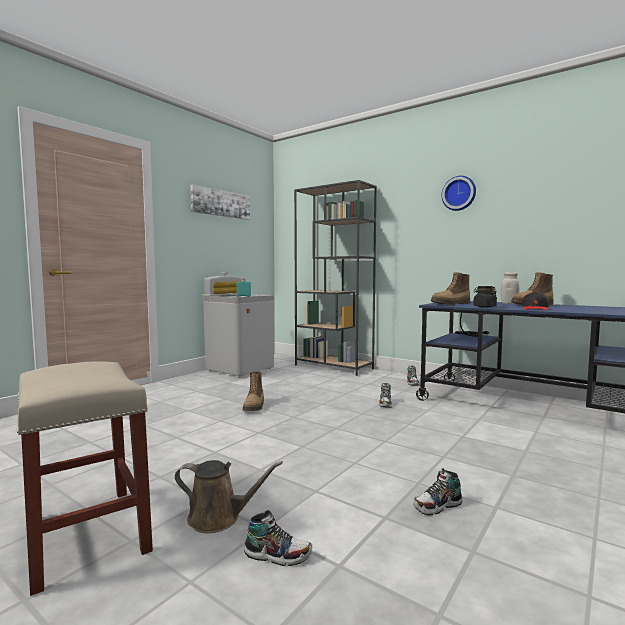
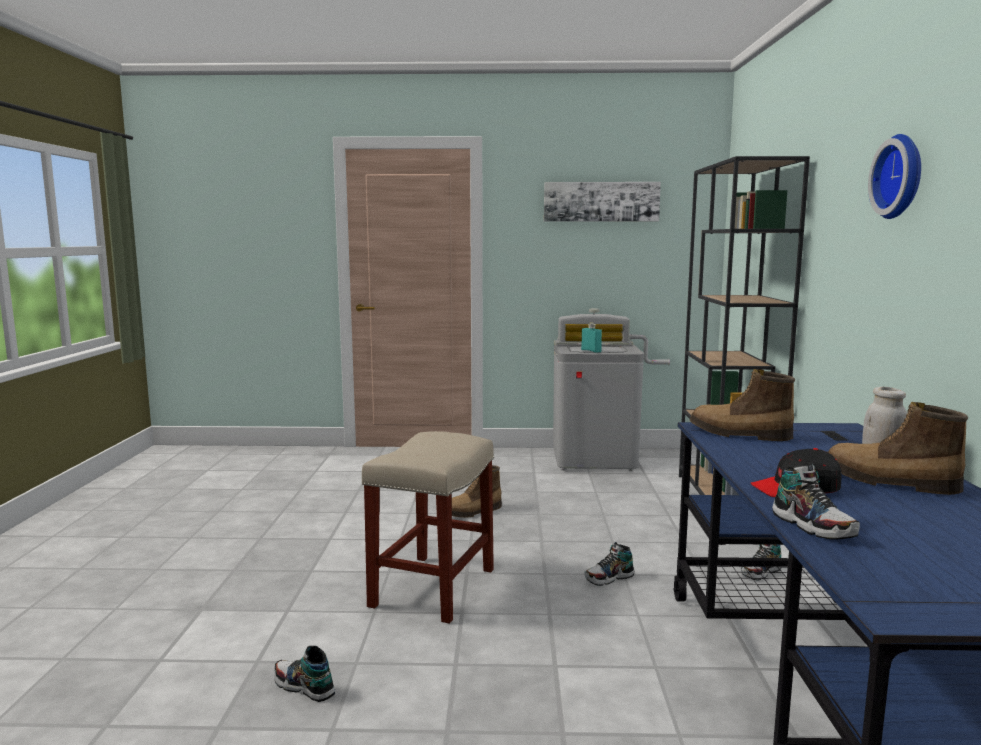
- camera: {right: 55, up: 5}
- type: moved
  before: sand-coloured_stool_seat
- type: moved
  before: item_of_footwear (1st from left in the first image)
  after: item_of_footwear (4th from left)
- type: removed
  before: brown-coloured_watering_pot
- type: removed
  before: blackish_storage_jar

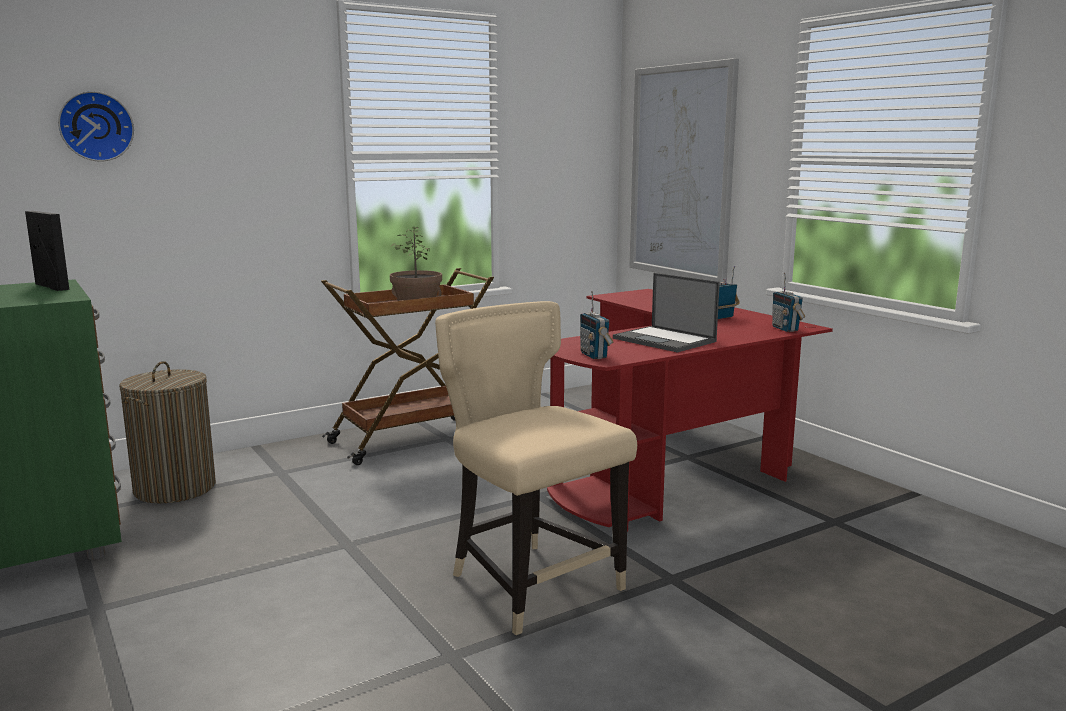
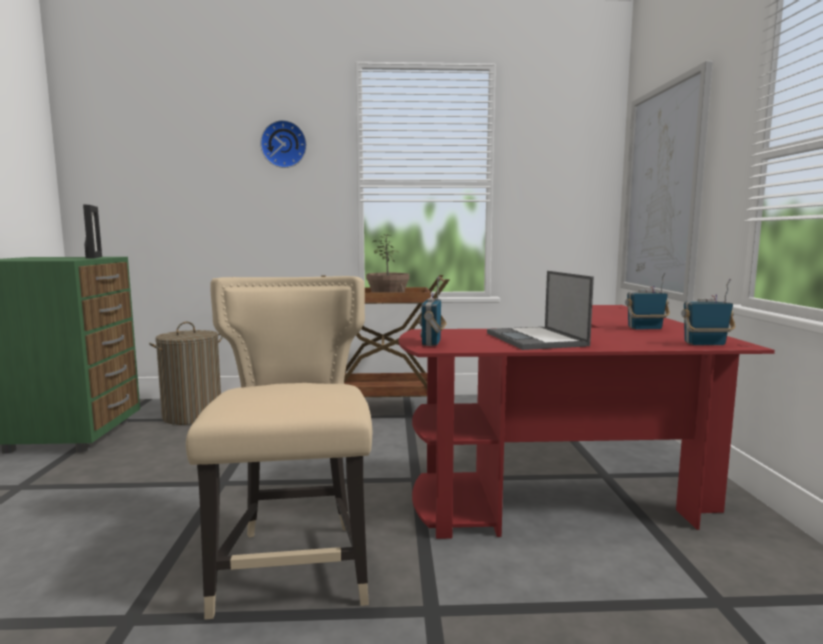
- camera: {right: 30, up: -5}
- type: moved
  before: wall_clock
- type: turned
  before: radio_set (3rd from left)
  turn: 75

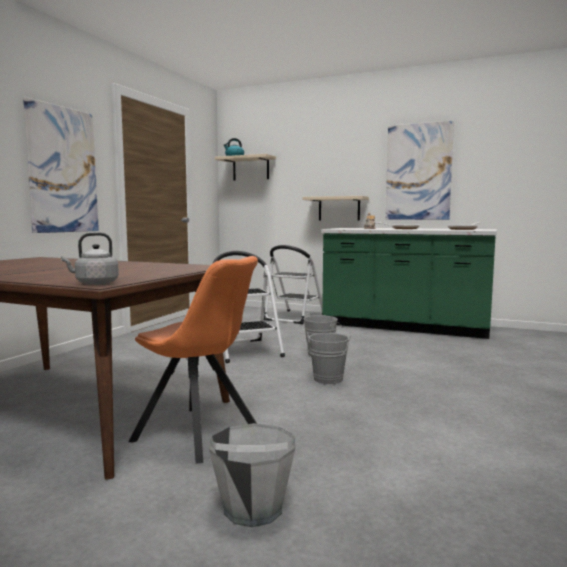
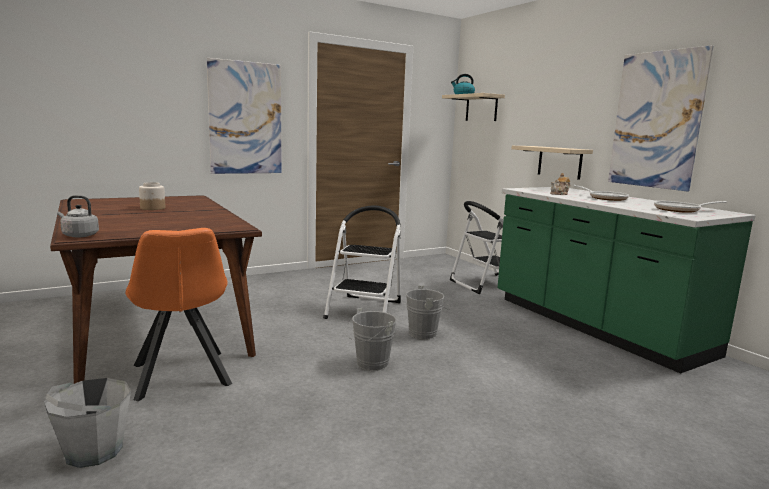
- camera: {right: 35, up: 5}
- type: added
  after: storage_jar

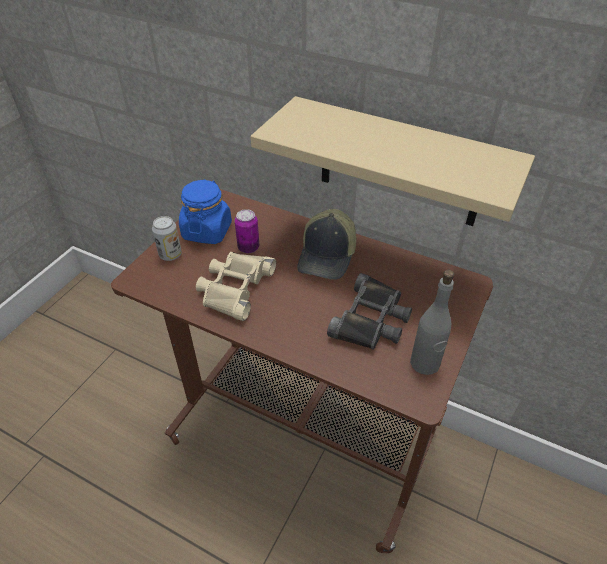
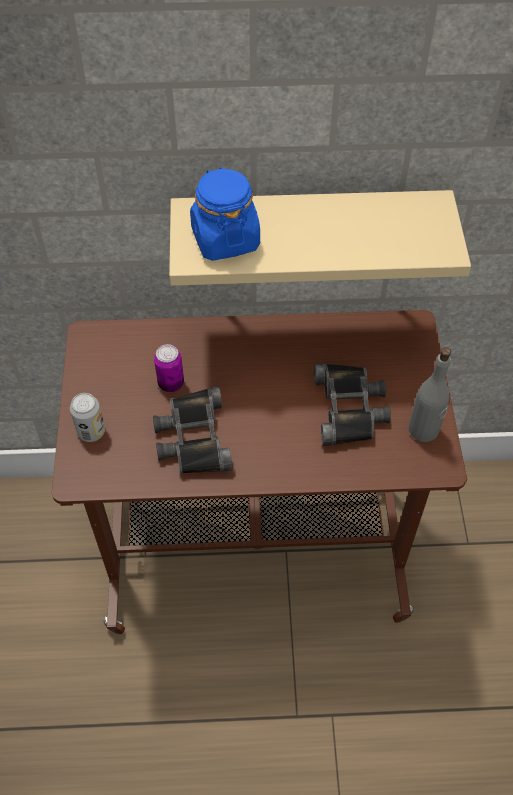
- camera: {right: -30, up: 10}
- type: recoloured
  before: sand-coloured_field_glasses
  after: blackish_field_glasses (1st from left)
- type: moved
  before: bluish_storage_jar
- type: removed
  before: peaked_cap

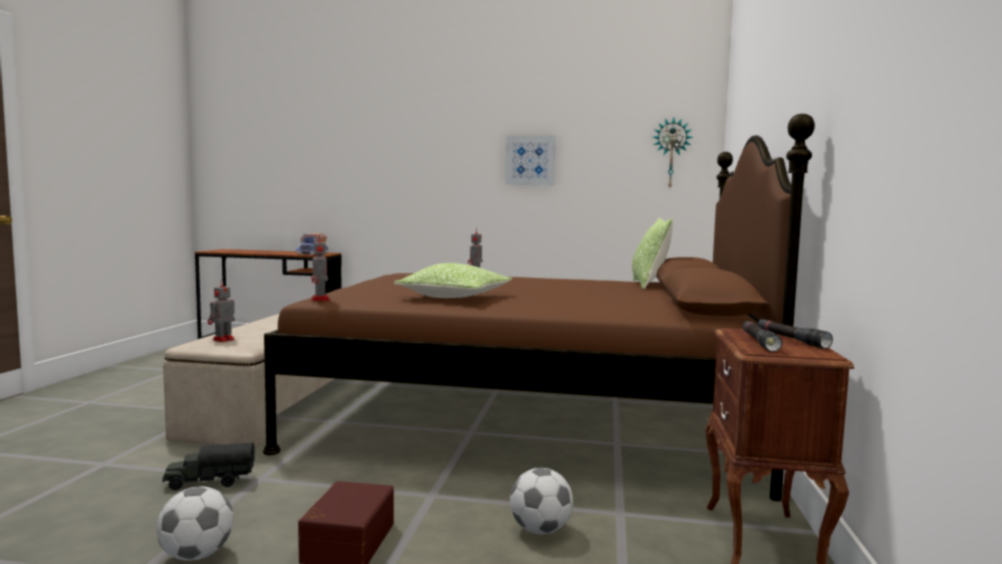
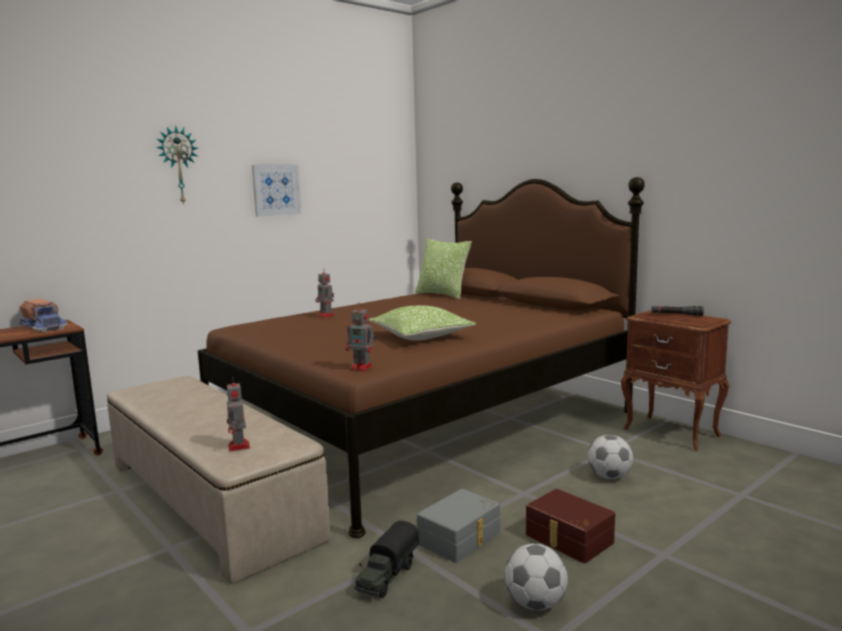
- camera: {right: -50, up: 5}
- type: moved
  before: wall_clock
- type: added
  after: greyish_storage_bin
- type: removed
  before: blackish_torch (1st from left)

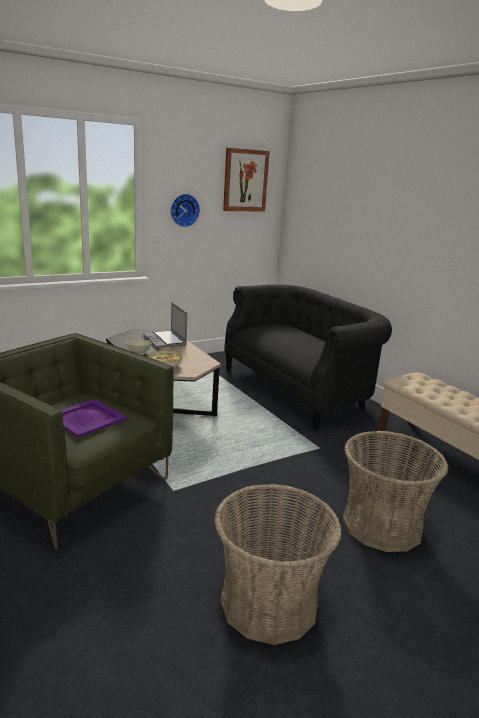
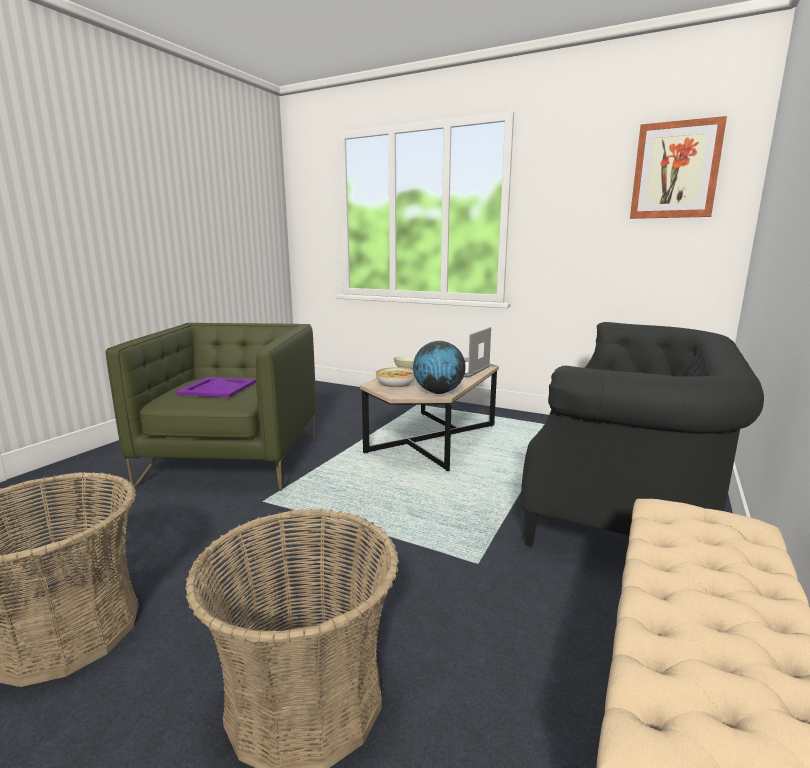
- camera: {right: 60, up: -5}
- type: added
  after: globe
- type: removed
  before: wall_clock

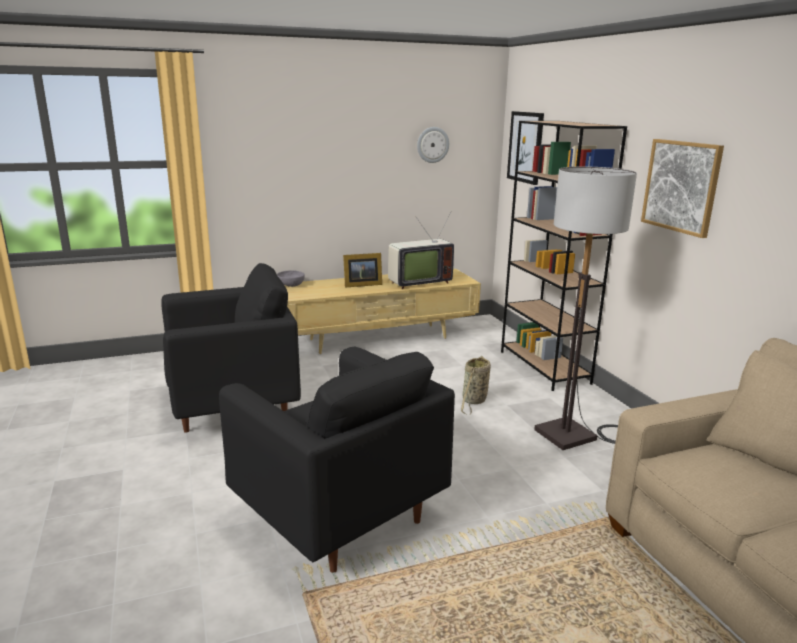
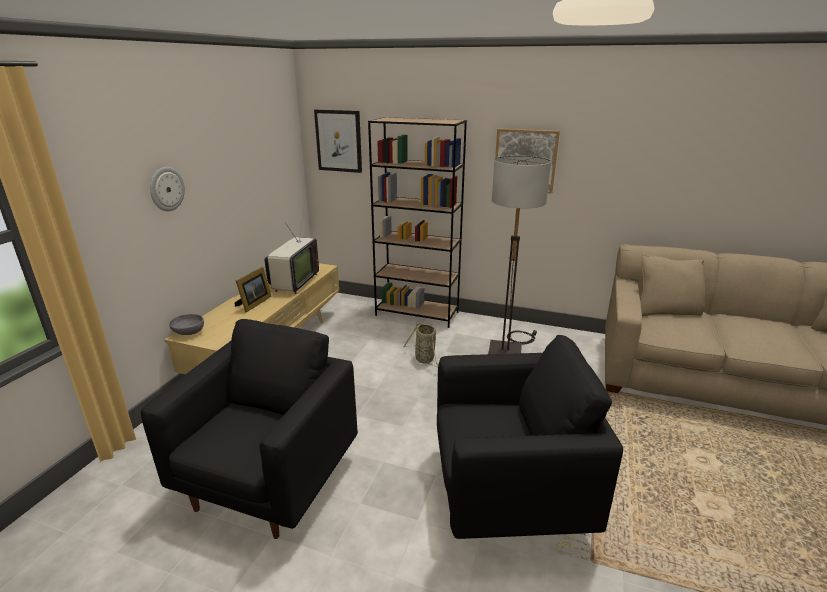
- camera: {right: -50, up: 5}
- type: moved
  before: wall_clock

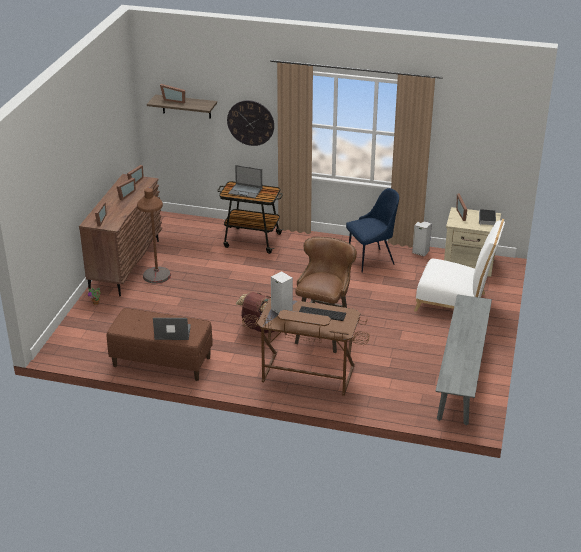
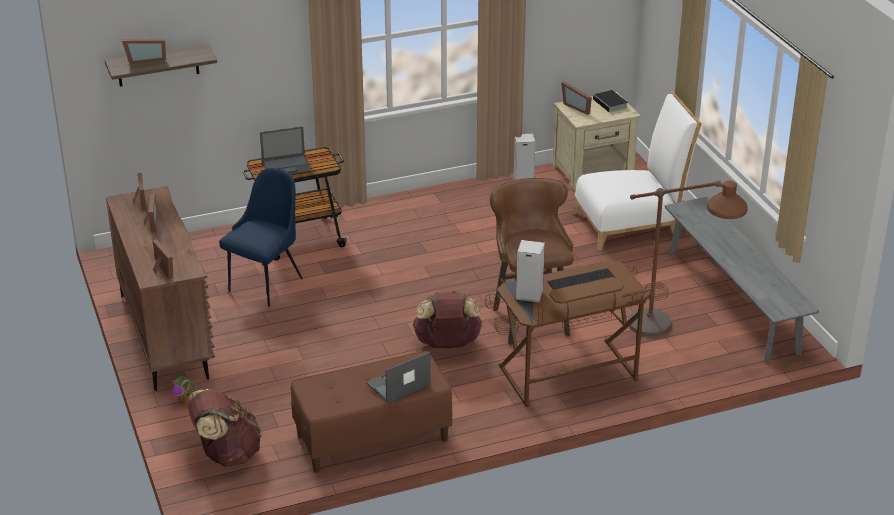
- camera: {right: -35, up: 0}
- type: added
  after: brown-coloured_backpack (1st from left)
- type: moved
  before: bluish_upright_chair
- type: moved
  before: brown-coloured_standard_lamp
- type: removed
  before: wall_clock

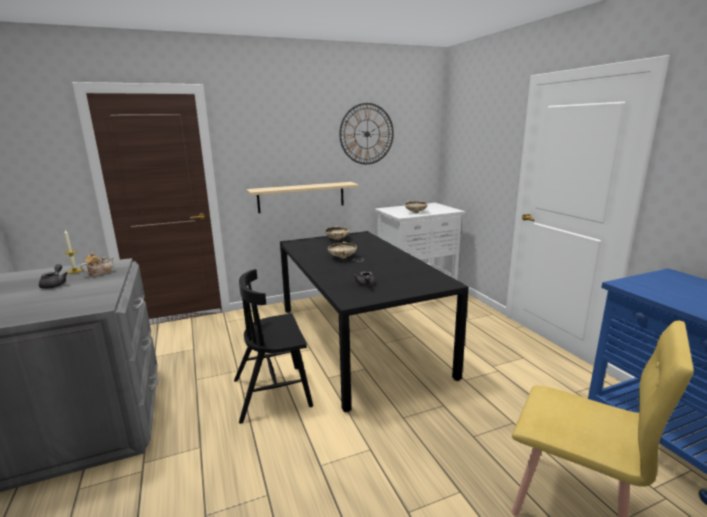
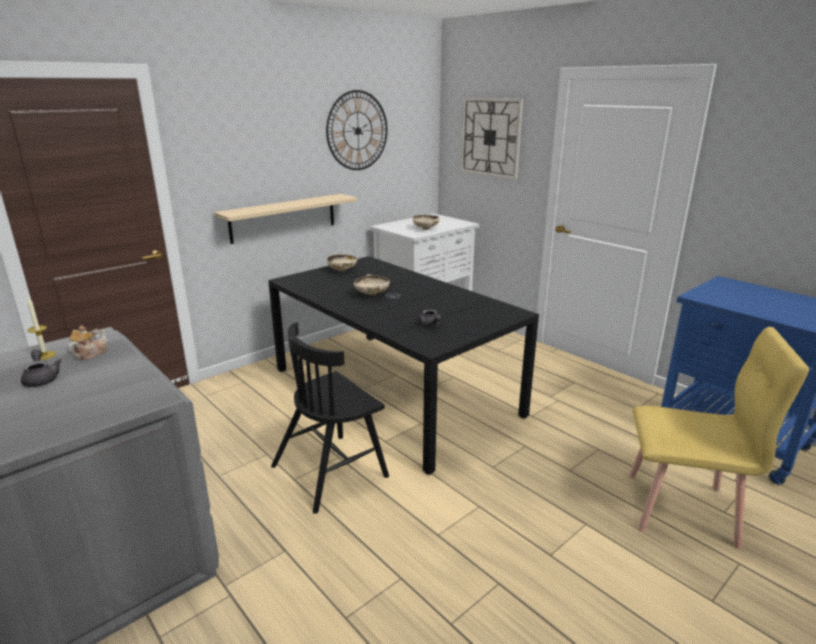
- camera: {right: -20, up: 5}
- type: added
  after: wall_clock (2nd from left)

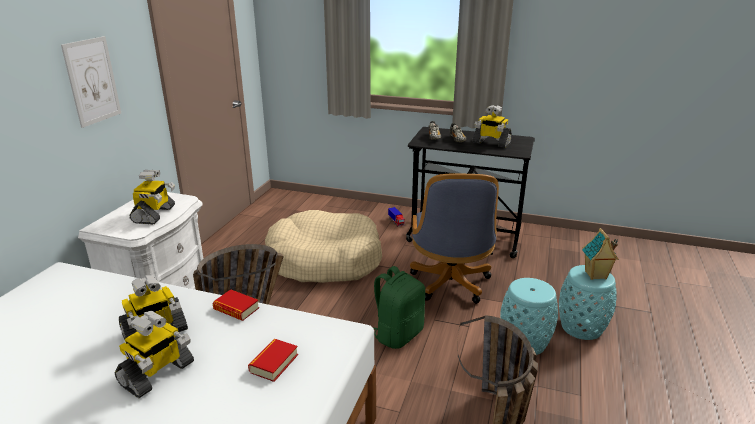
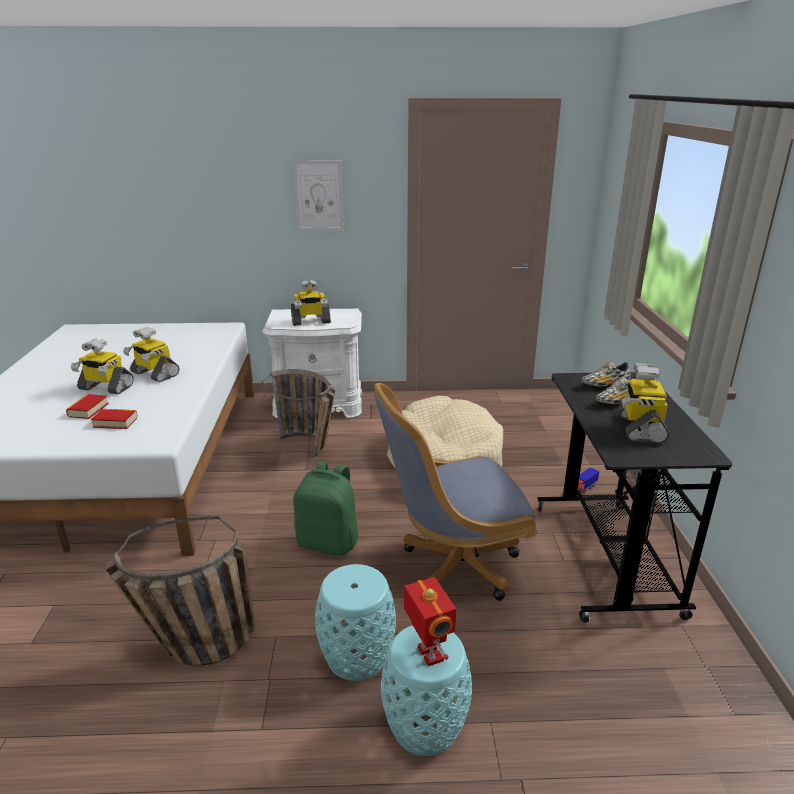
- camera: {right: 70, up: 0}
- type: moved
  before: volume (1st from left)
- type: replaced
  before: miniature_house
  after: model_robot (4th from left)

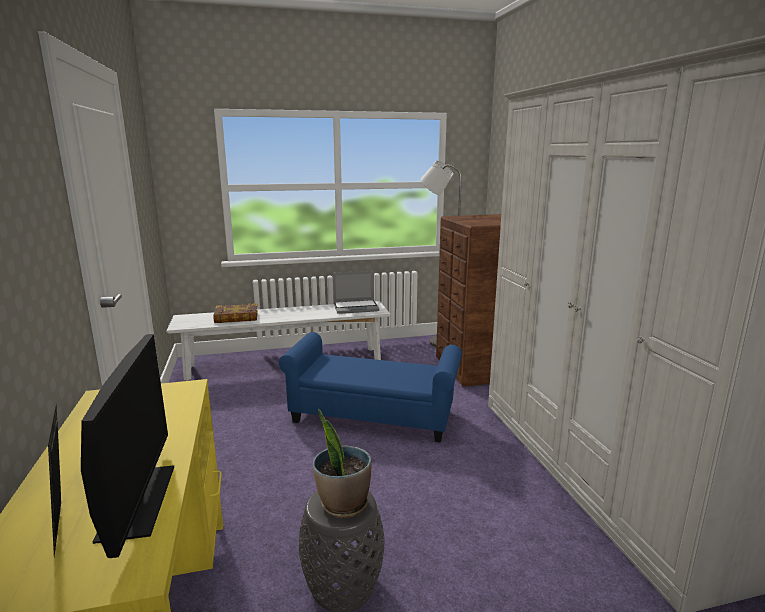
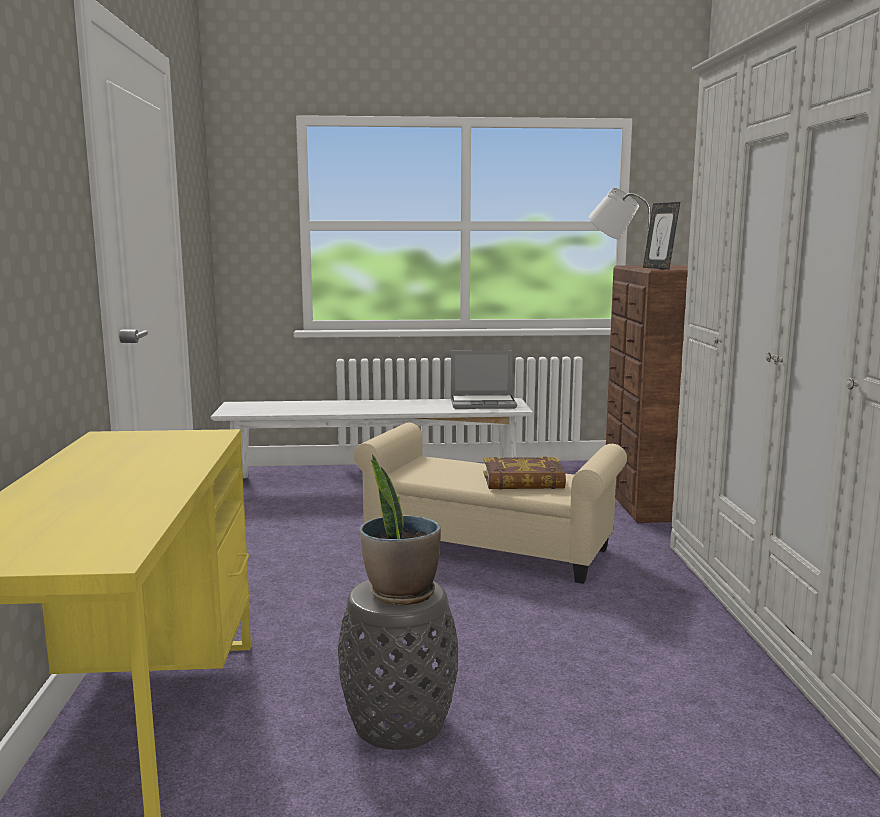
- camera: {right: 10, up: -5}
- type: recoloured
  before: bluish_footrest
  after: sand-coloured_footrest
- type: moved
  before: volume
- type: moved
  before: standing_frame
- type: removed
  before: monitor

